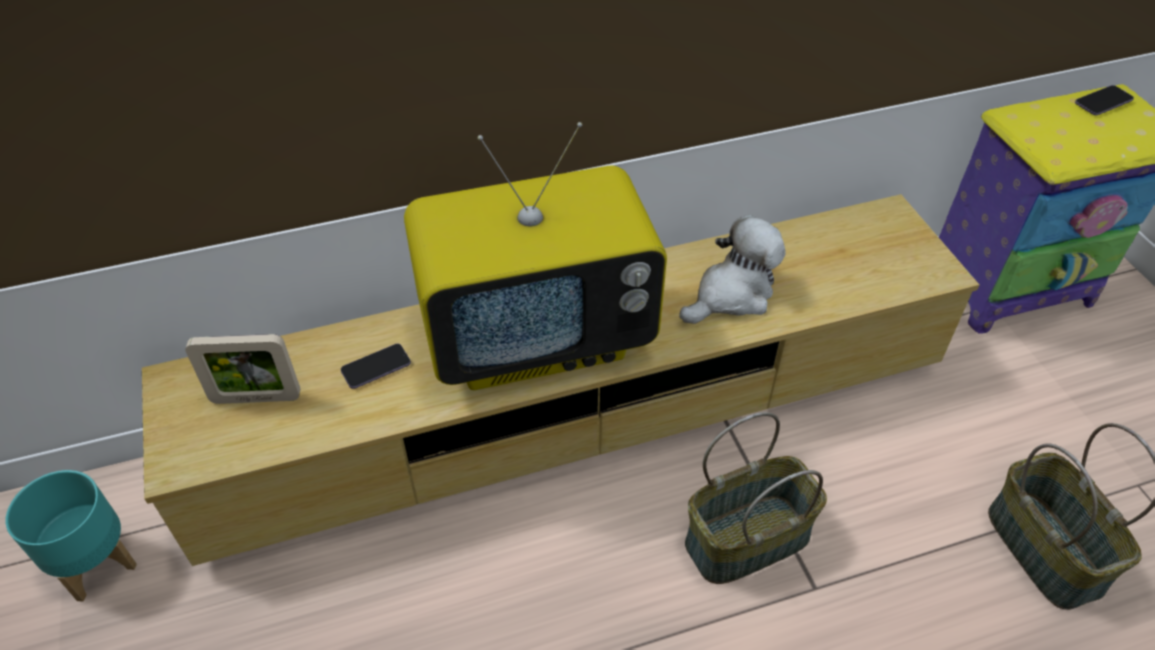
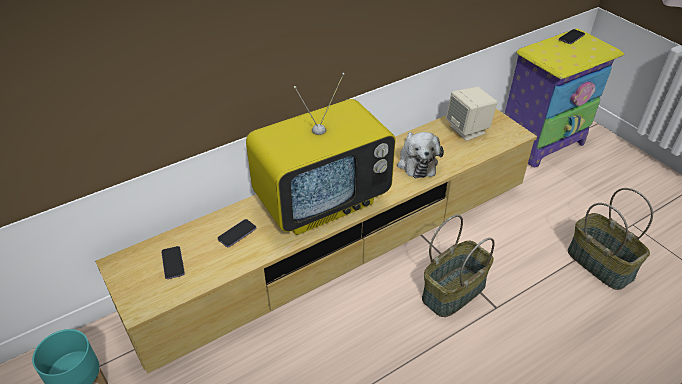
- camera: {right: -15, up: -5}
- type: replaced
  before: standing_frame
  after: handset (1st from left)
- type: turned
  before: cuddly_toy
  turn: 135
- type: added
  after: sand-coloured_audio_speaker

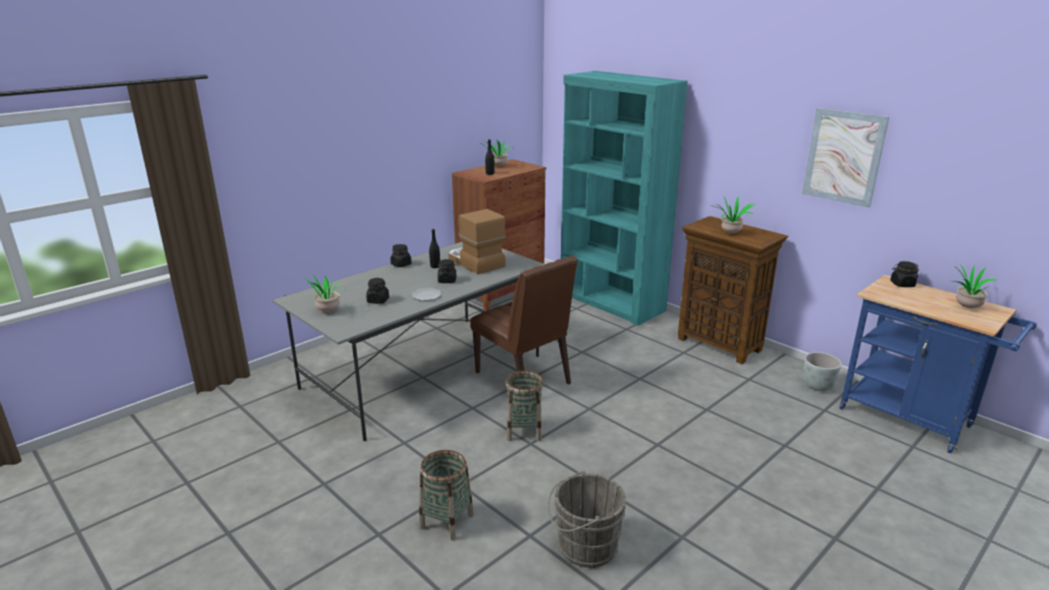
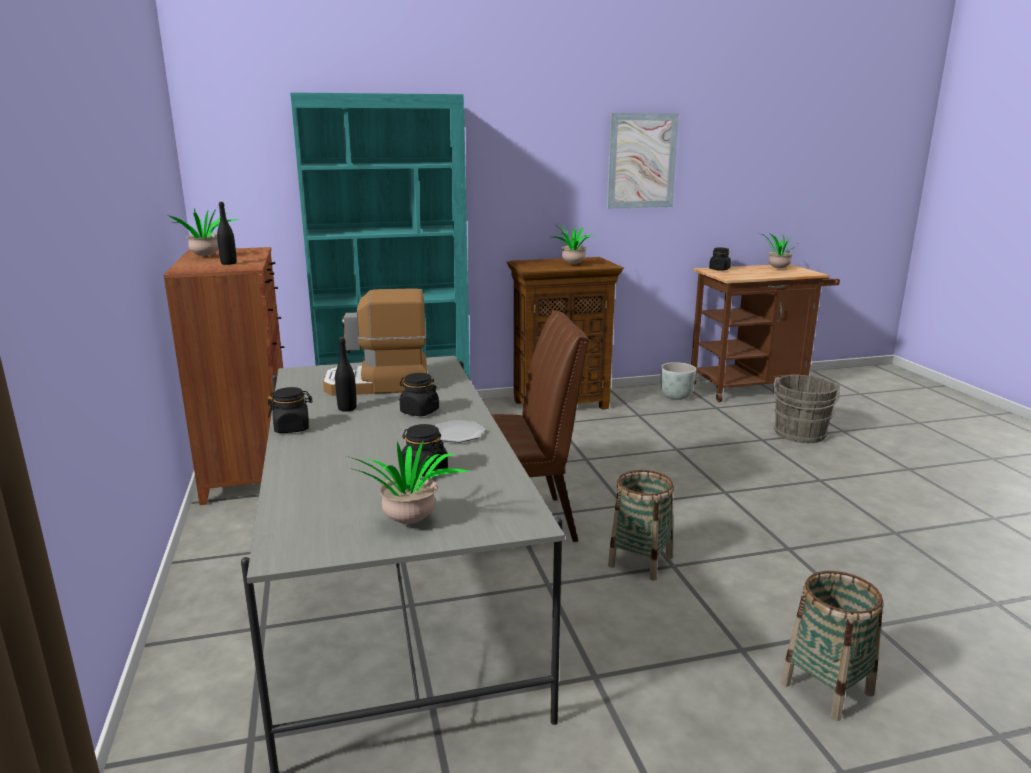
- camera: {right: -60, up: -5}
- type: recoloured
  before: bluish_cart
  after: brown-coloured_cart
- type: moved
  before: greyish_pail

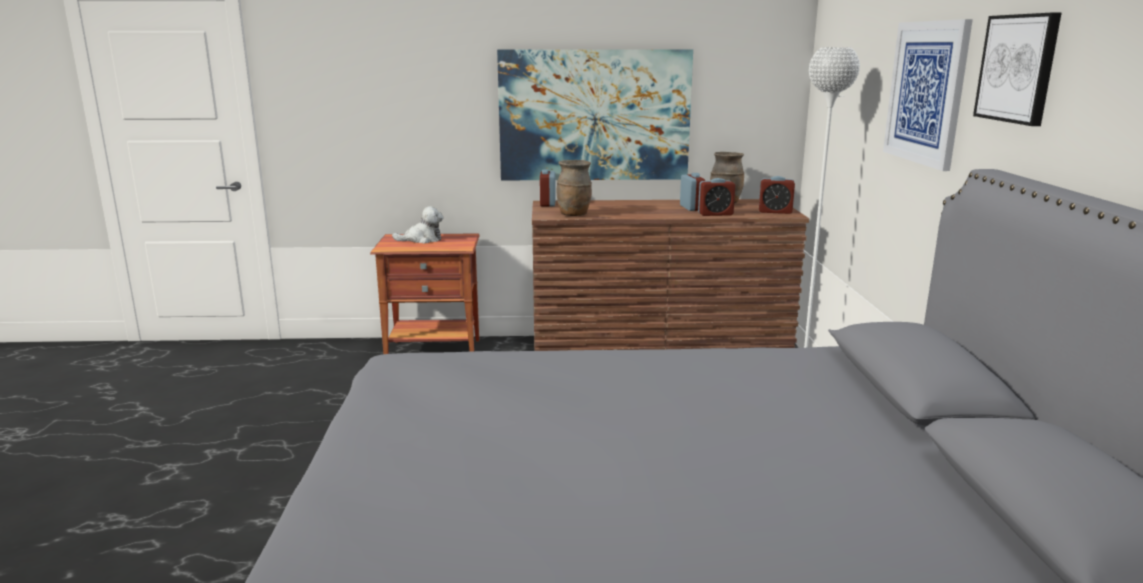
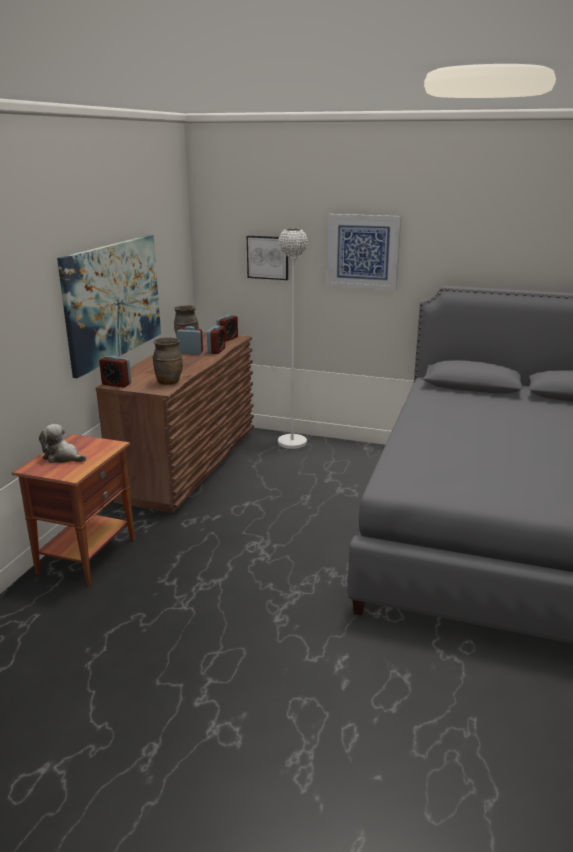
- camera: {right: -70, up: 5}
- type: turned
  before: cuddly_toy
  turn: -75
- type: moved
  before: wall_art (3rd from left in the first image)
  after: wall_art (2nd from left)

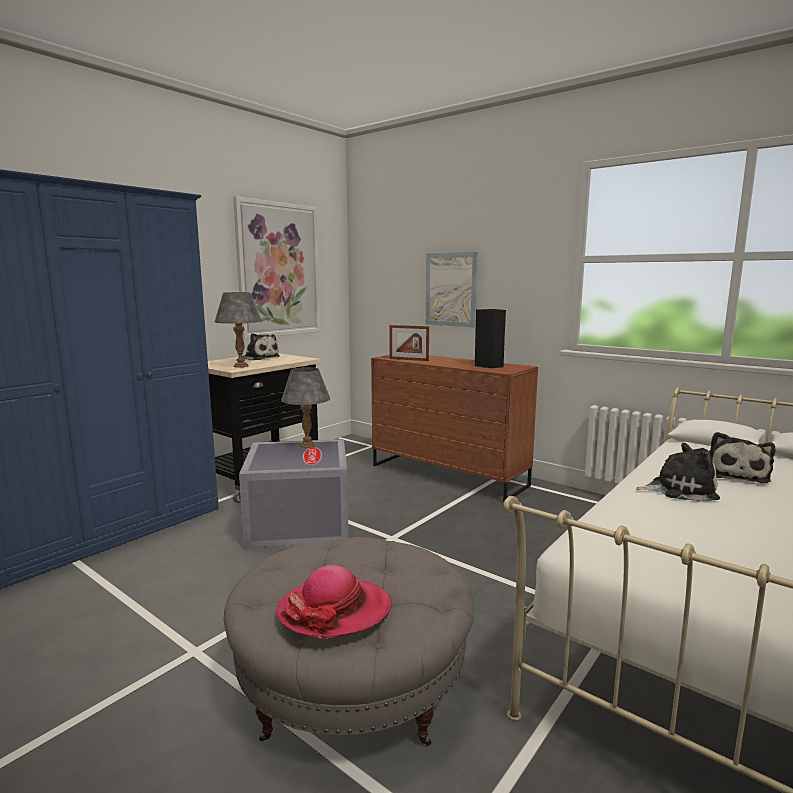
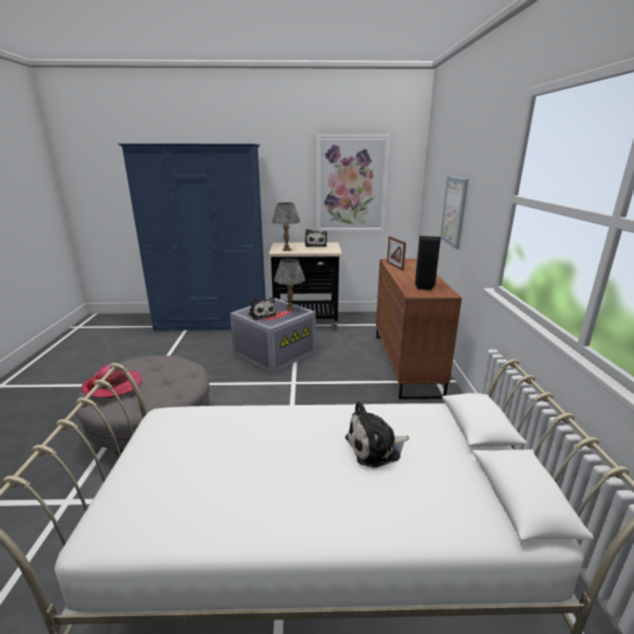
- camera: {right: 50, up: 10}
- type: moved
  before: cuddly_toy (2nd from left in the first image)
  after: cuddly_toy (1st from left)

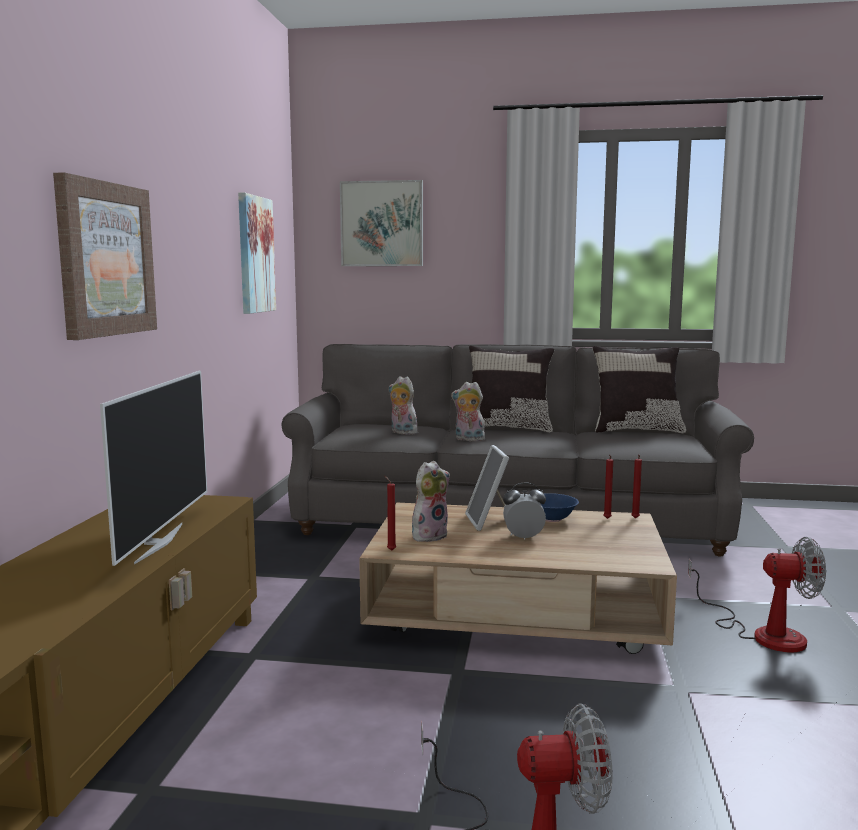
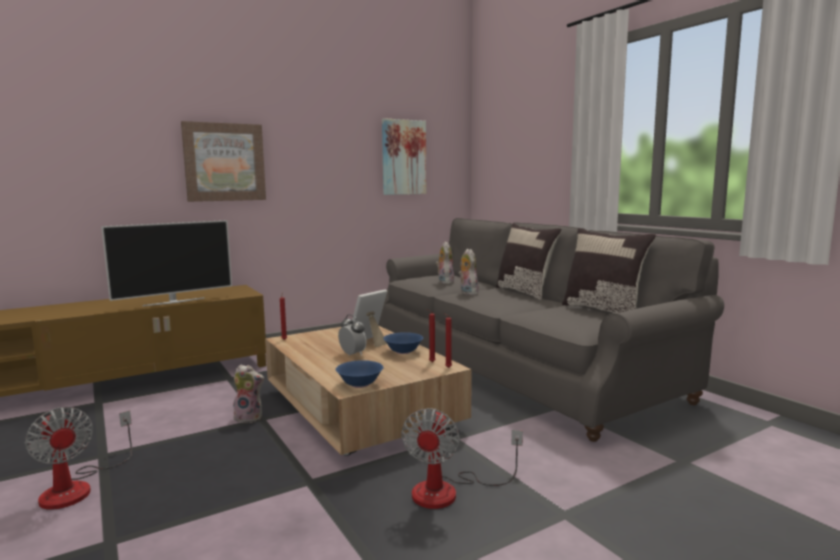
- camera: {right: 50, up: 0}
- type: moved
  before: cuddly_toy (2nd from left in the first image)
  after: cuddly_toy (1st from left)
- type: added
  after: bluish_deep_dish (1st from left)
- type: turned
  before: fan (2nd from left)
  turn: 45
- type: removed
  before: wall_art (3rd from left)

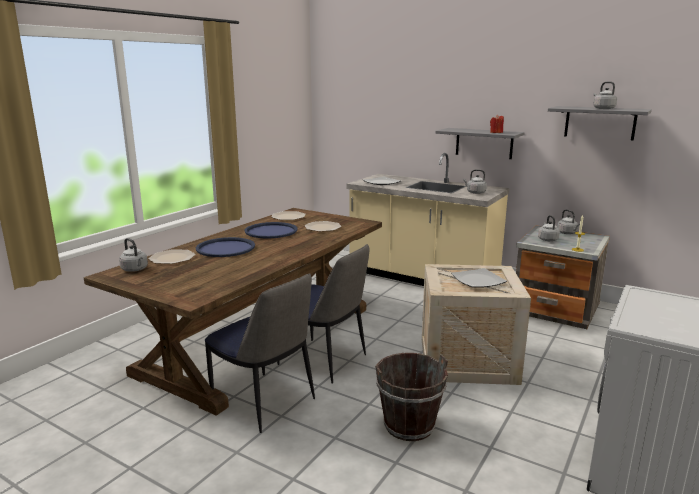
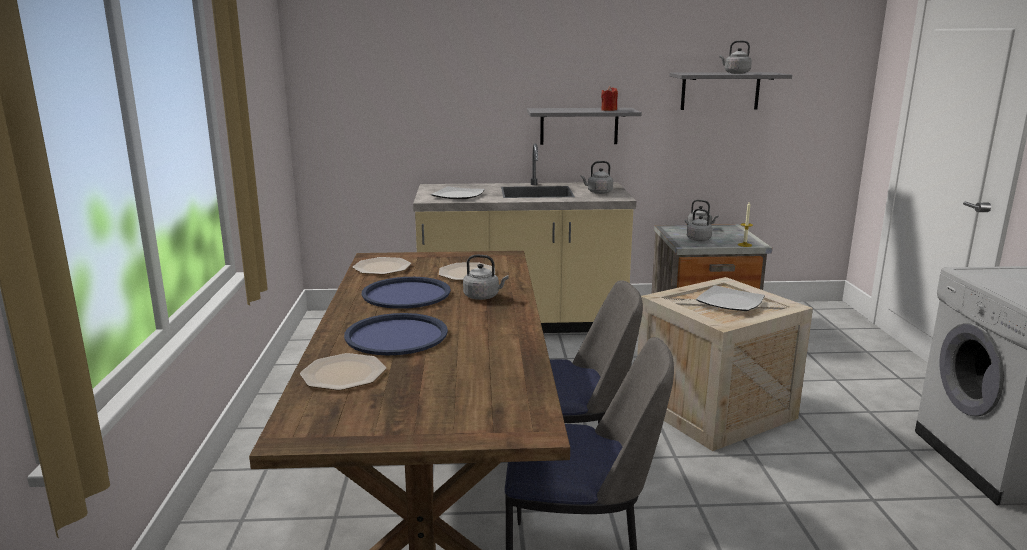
- camera: {right: -35, up: 0}
- type: moved
  before: greyish_tea_kettle (1st from left)
- type: removed
  before: brown-coloured_pail

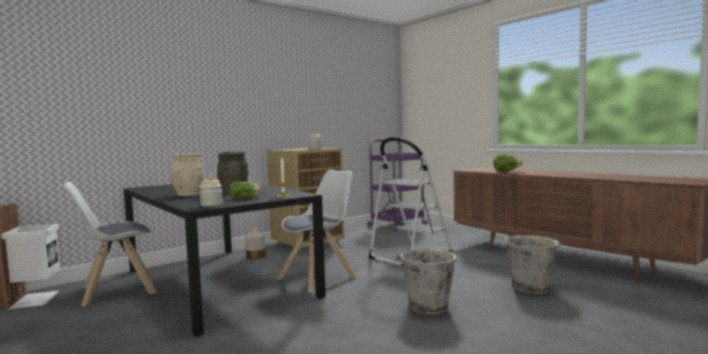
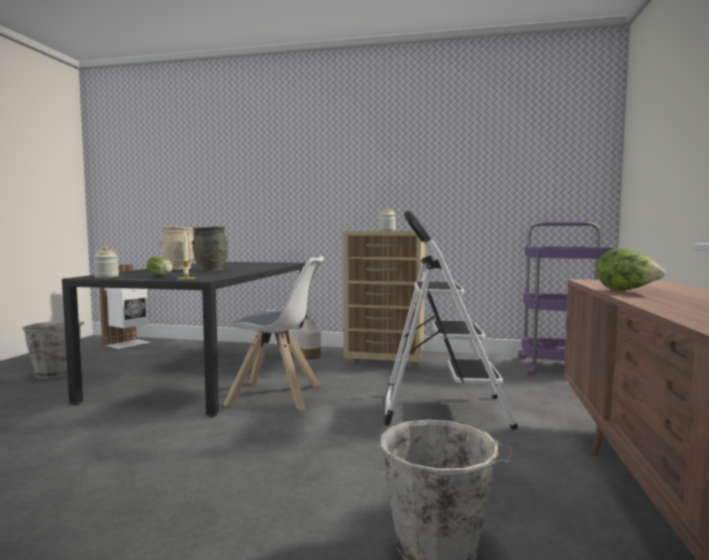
- camera: {right: 50, up: 0}
- type: moved
  before: greyish_pail (1st from left)
- type: removed
  before: upright_chair (1st from left)

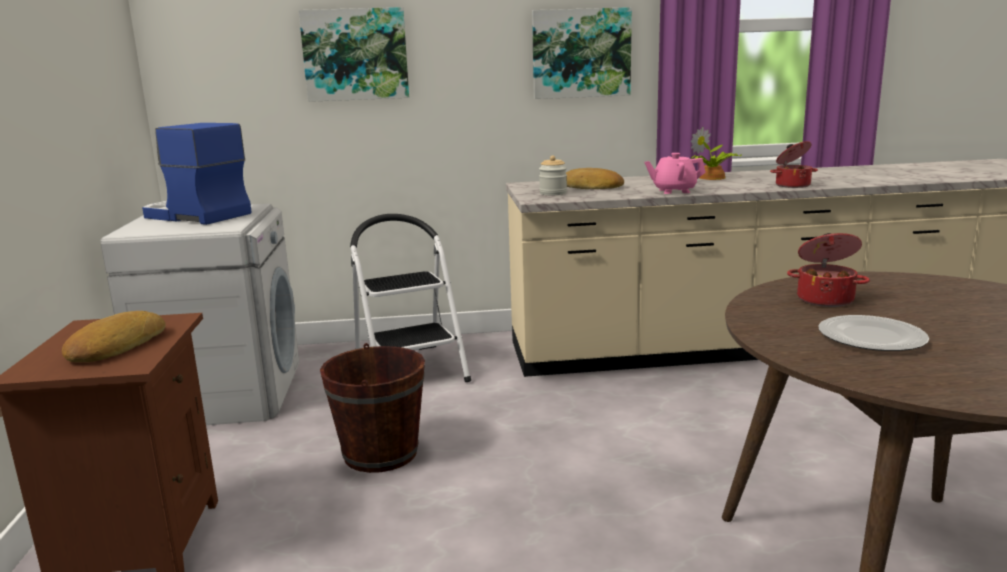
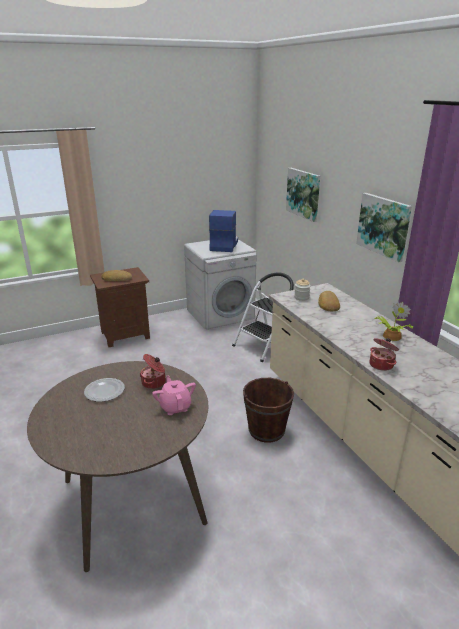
- camera: {right: 70, up: 10}
- type: moved
  before: pink_pot_for_tea
- type: moved
  before: brown-coloured_pail

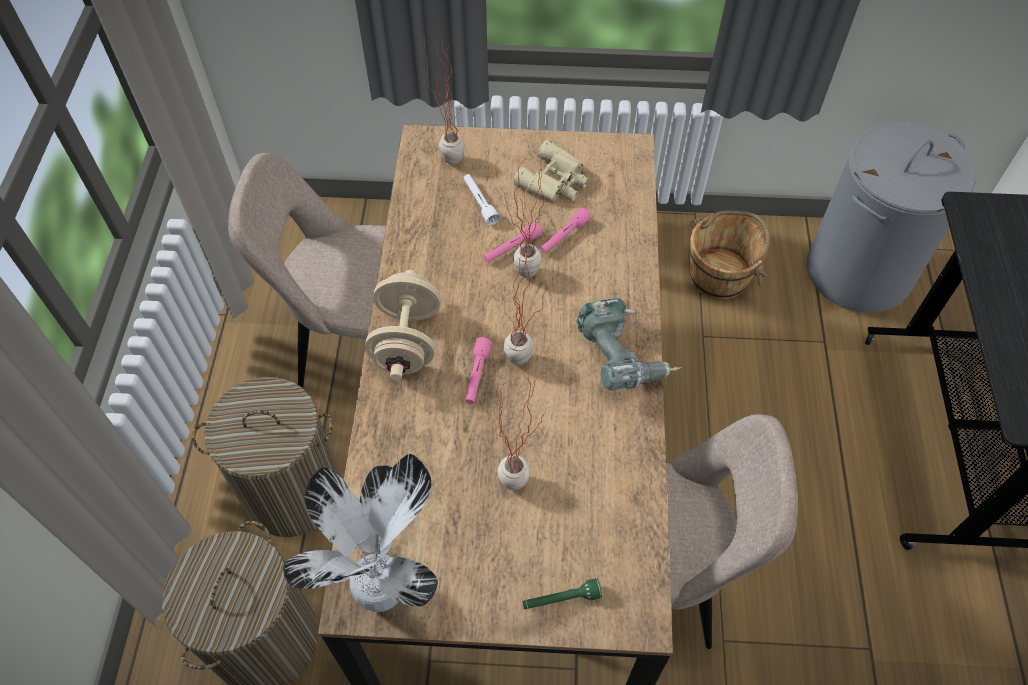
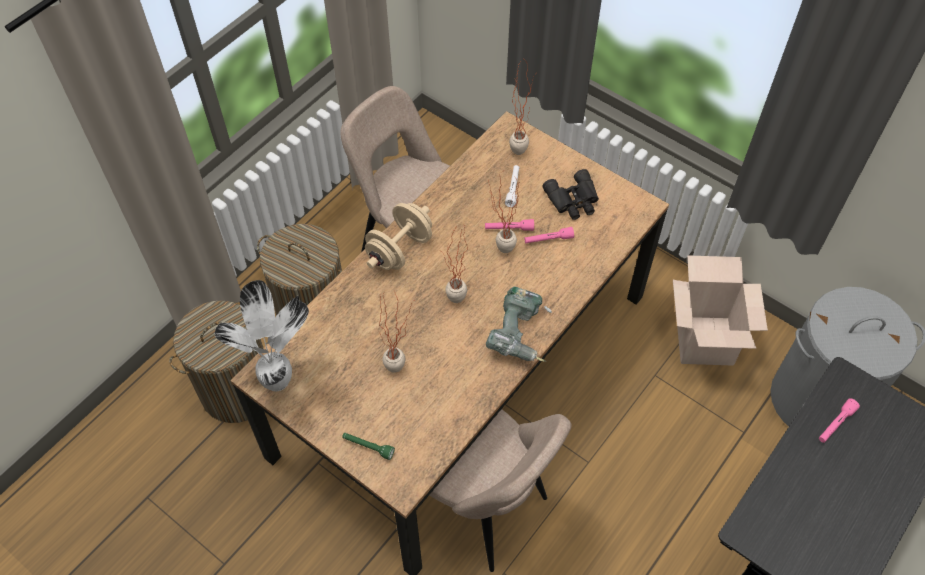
- camera: {right: 35, up: 0}
- type: recoloured
  before: sand-coloured_field_glasses
  after: blackish_field_glasses
- type: replaced
  before: brown-coloured_pail
  after: carton
- type: moved
  before: pink_torch (1st from left in the first image)
  after: pink_torch (3rd from left)

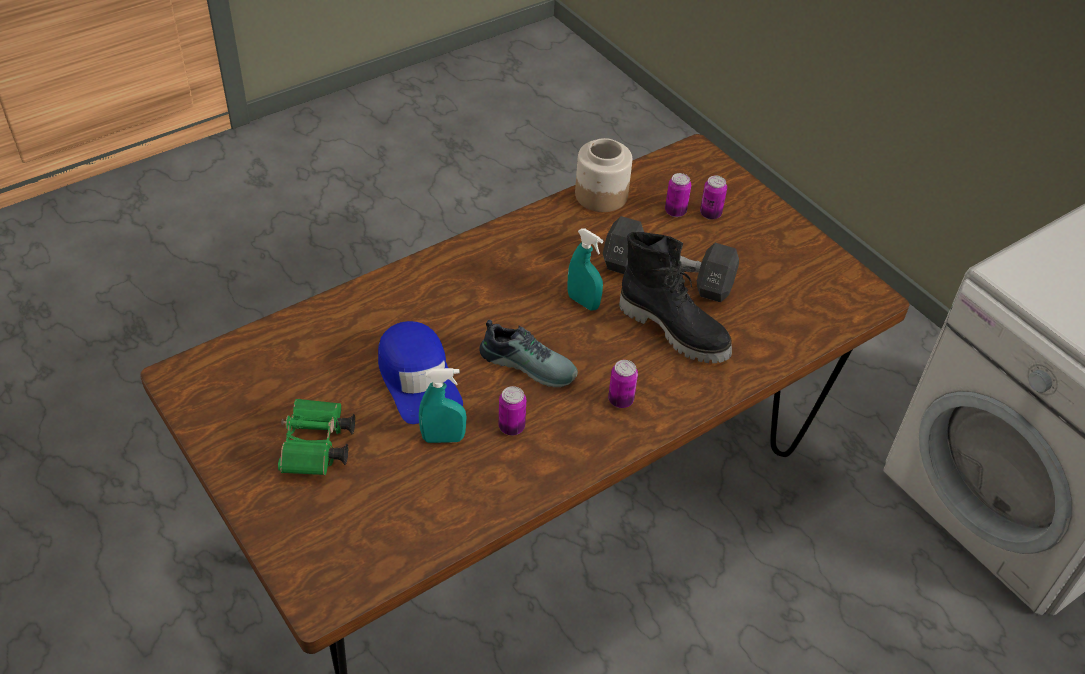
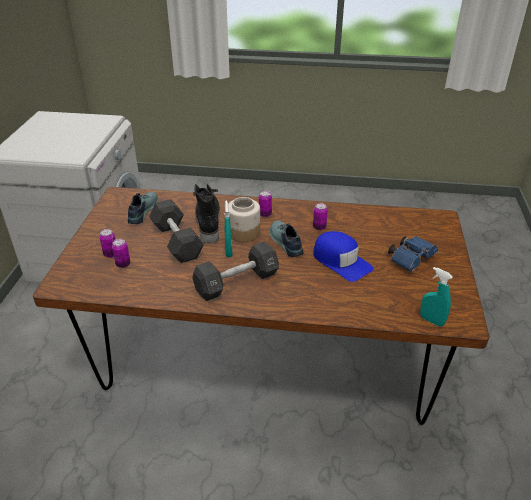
- camera: {right: -135, up: -10}
- type: added
  after: item_of_footwear (1st from left)
- type: added
  after: blackish_hand_weight (2nd from left)
- type: moved
  before: storage_jar
- type: turned
  before: bluish_peaked_cap
  turn: 120
- type: recoloured
  before: greenish_field_glasses
  after: bluish_field_glasses
- type: moved
  before: turquoise_sprayer (1st from left in the first image)
  after: turquoise_sprayer (2nd from left)

